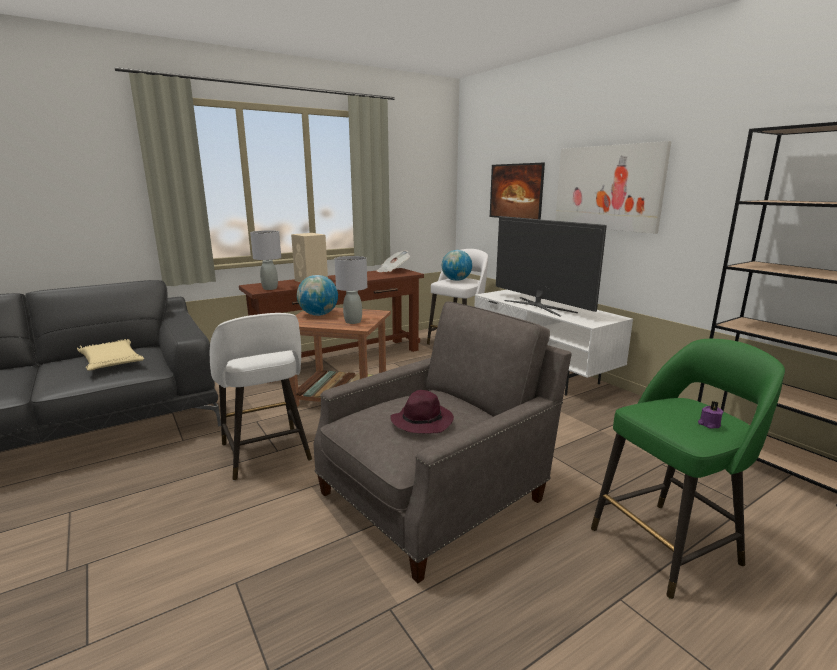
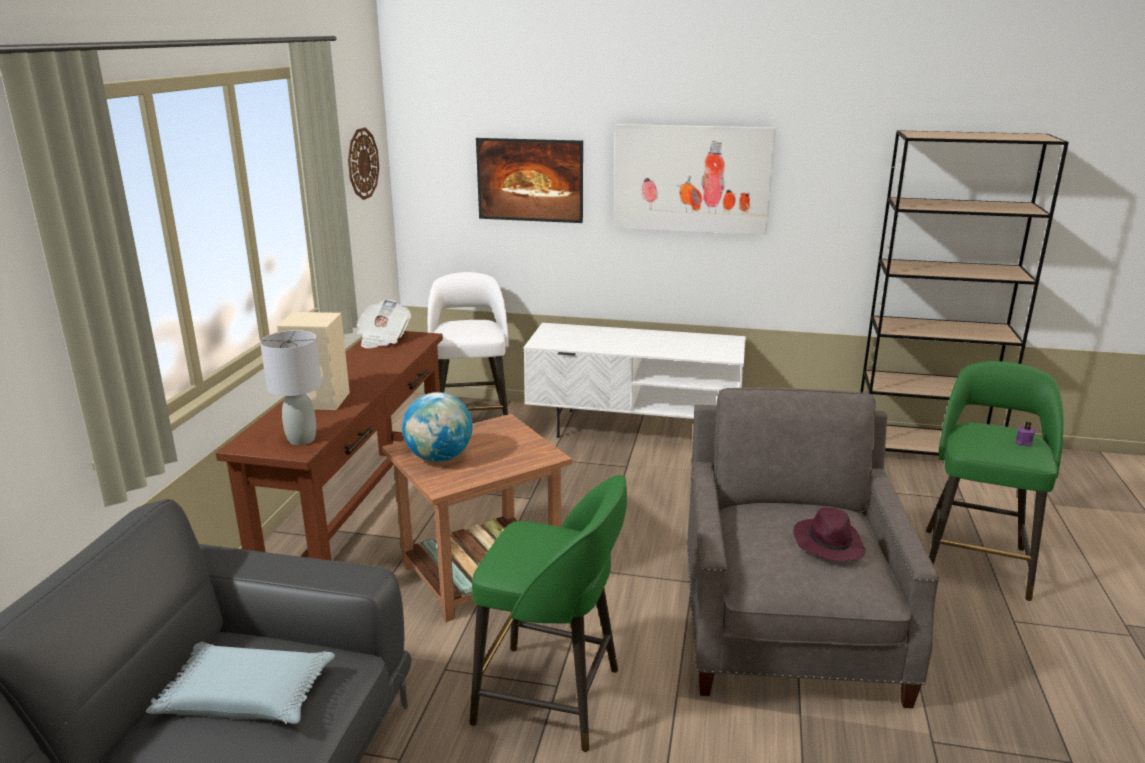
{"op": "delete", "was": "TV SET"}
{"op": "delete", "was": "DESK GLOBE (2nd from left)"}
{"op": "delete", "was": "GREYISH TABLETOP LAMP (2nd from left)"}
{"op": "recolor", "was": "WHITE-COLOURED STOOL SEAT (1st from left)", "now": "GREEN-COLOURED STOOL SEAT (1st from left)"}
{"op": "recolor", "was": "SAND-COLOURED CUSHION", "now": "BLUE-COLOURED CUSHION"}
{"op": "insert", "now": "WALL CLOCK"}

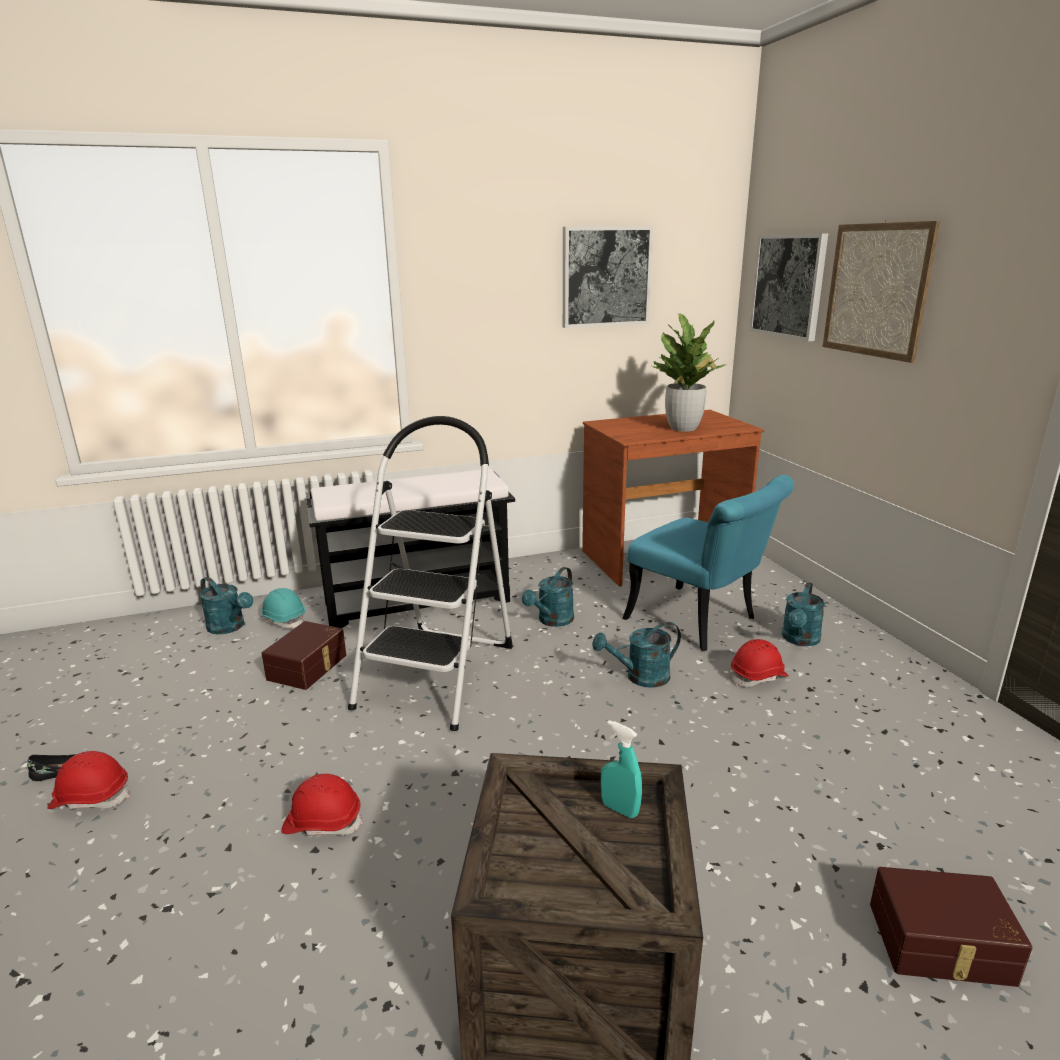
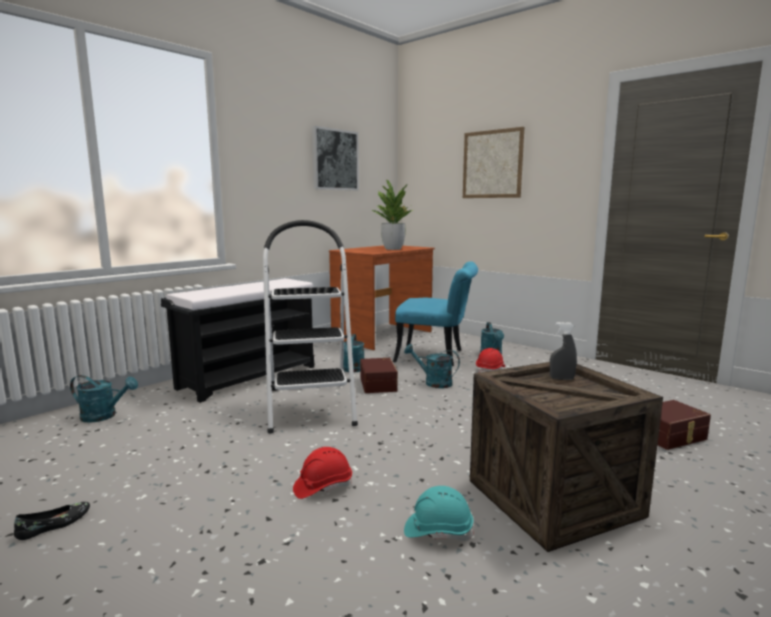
{"op": "delete", "was": "WALL ART (2nd from left)"}
{"op": "move", "was": "TURQUOISE-COLOURED SAFETY HELMET"}
{"op": "move", "was": "BROWNISH STORAGE BOX (1st from left)"}
{"op": "rotate", "was": "TURQUOISE-COLOURED WATERING POT (3rd from left)", "clockwise": 75}
{"op": "recolor", "was": "TURQUOISE-COLOURED SPRAYER", "now": "GREYISH SPRAYER"}
{"op": "delete", "was": "RED-COLOURED SAFETY HELMET (1st from left)"}

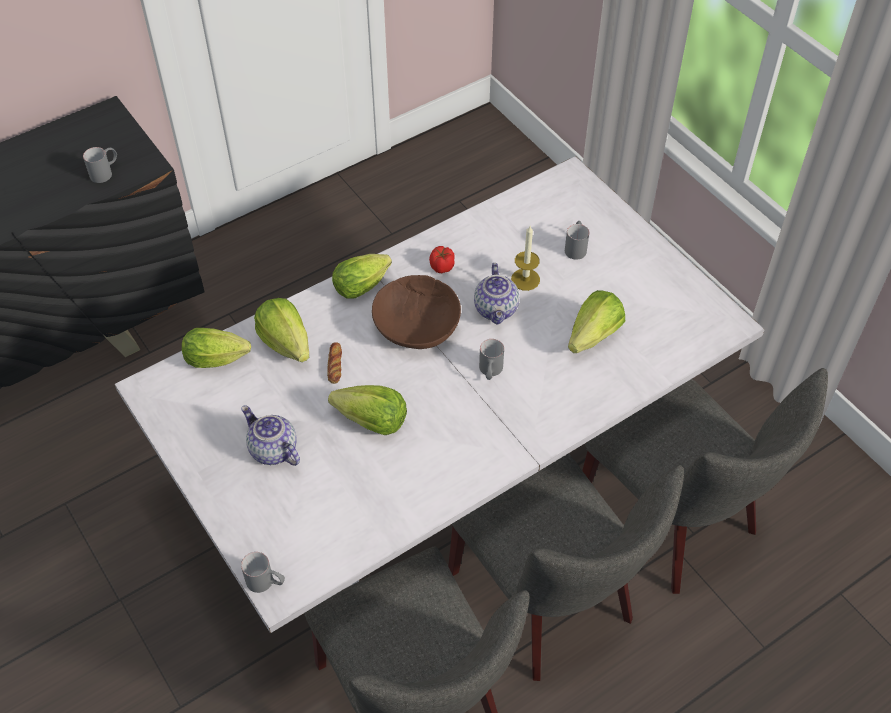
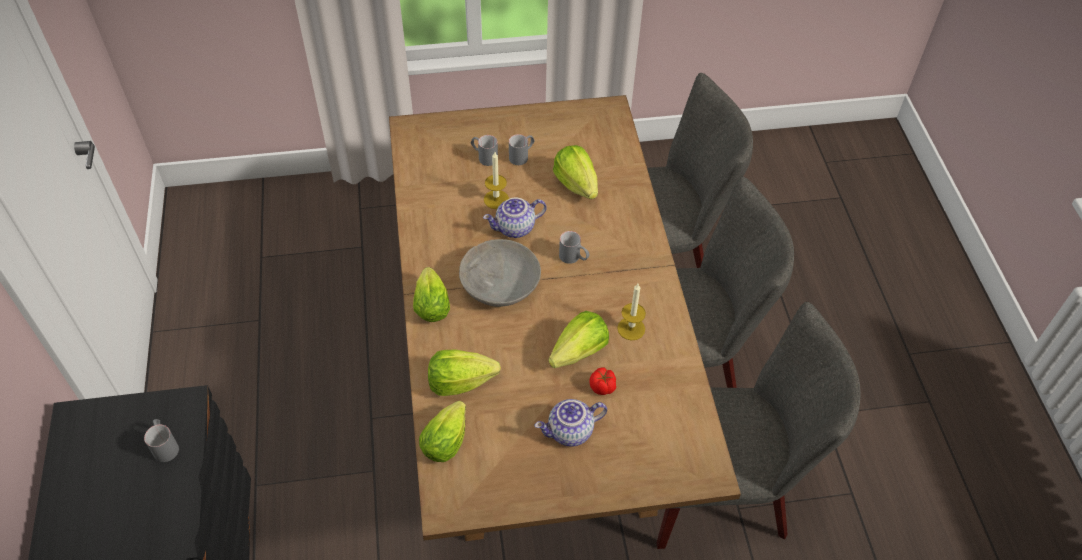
{"op": "recolor", "was": "WHITE-COLOURED KITCHEN TABLE", "now": "BROWNISH KITCHEN TABLE"}
{"op": "move", "was": "WHOLE TOMATO"}
{"op": "rotate", "was": "POT FOR TEA (2nd from left in the first image)", "clockwise": 135}
{"op": "recolor", "was": "BROWNISH SERVING BOWL", "now": "GREYISH SERVING BOWL"}
{"op": "delete", "was": "BAKED BREAD"}
{"op": "move", "was": "GREYISH TEA MUG (2nd from left in the first image)", "now": "GREYISH TEA MUG (3rd from left)"}
{"op": "insert", "now": "CANDLE (2nd from left)"}

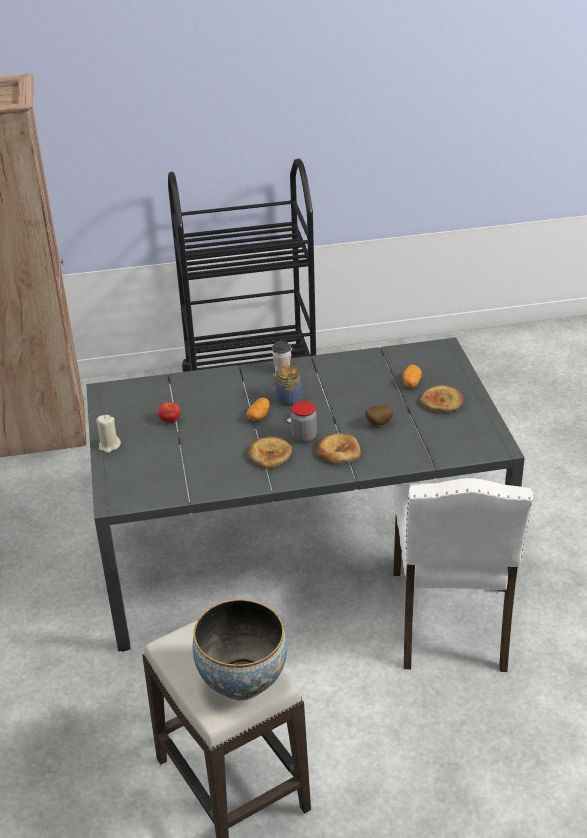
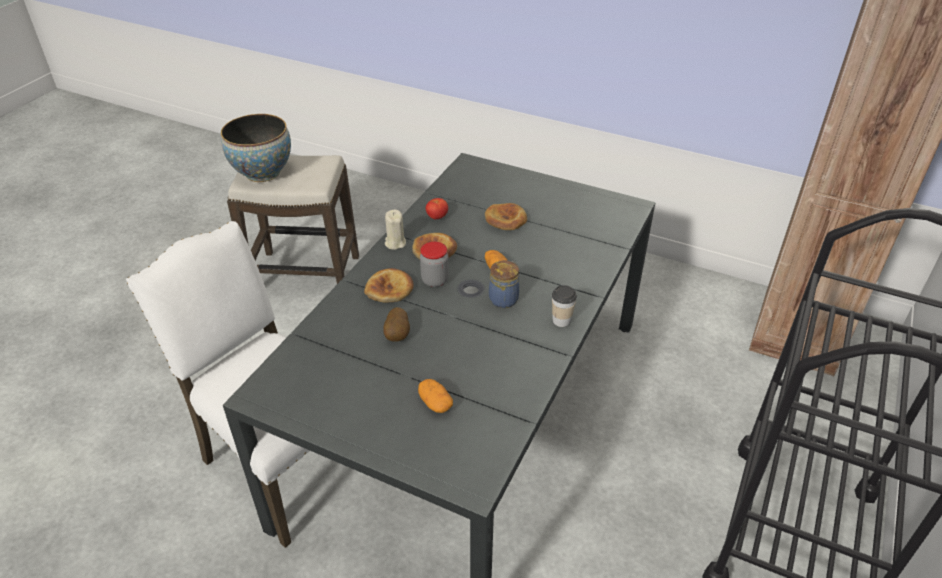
{"op": "move", "was": "BAKED BREAD (3rd from left)"}
{"op": "move", "was": "WHOLE TOMATO"}
{"op": "move", "was": "SAND-COLOURED CANDLE"}

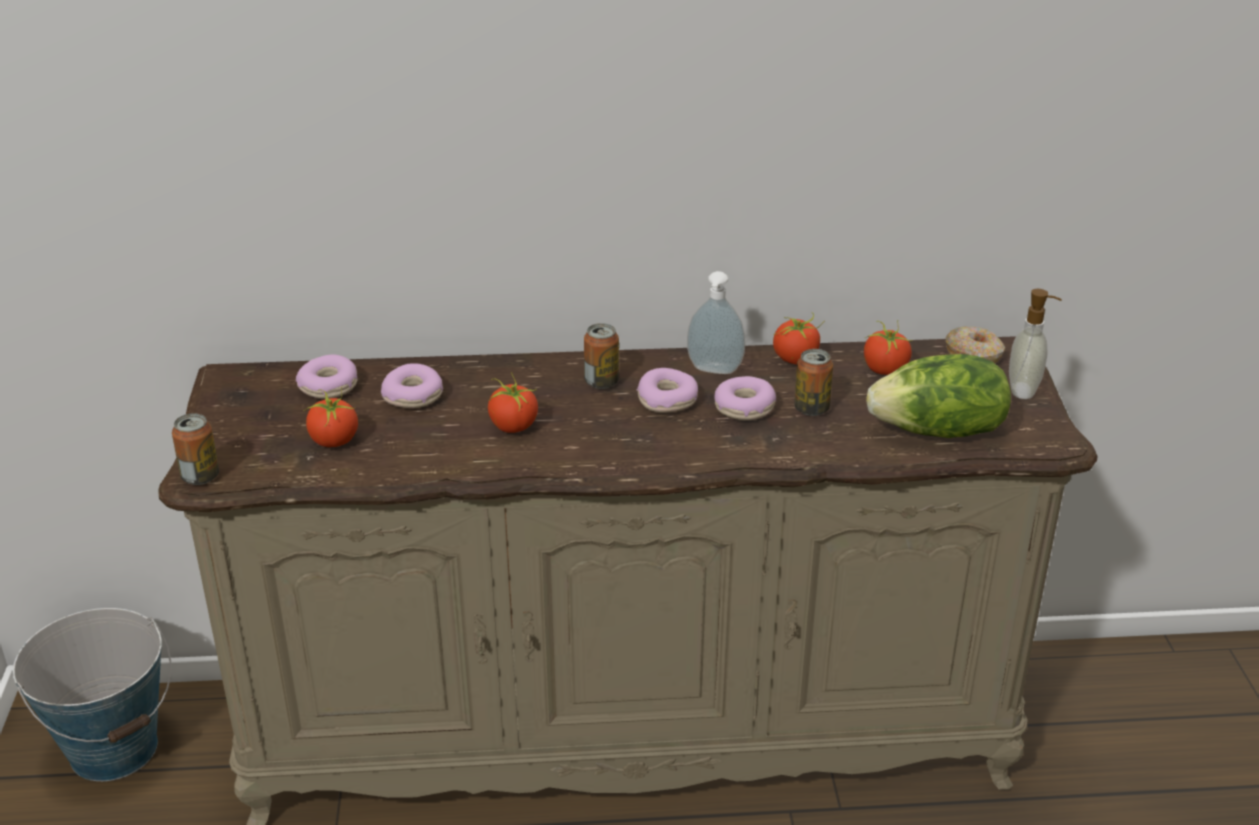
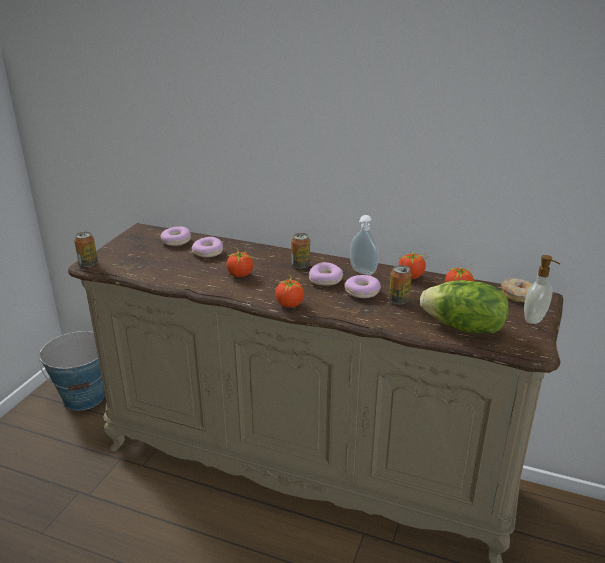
{"op": "move", "was": "WHOLE TOMATO (1st from left in the first image)", "now": "WHOLE TOMATO (2nd from left)"}

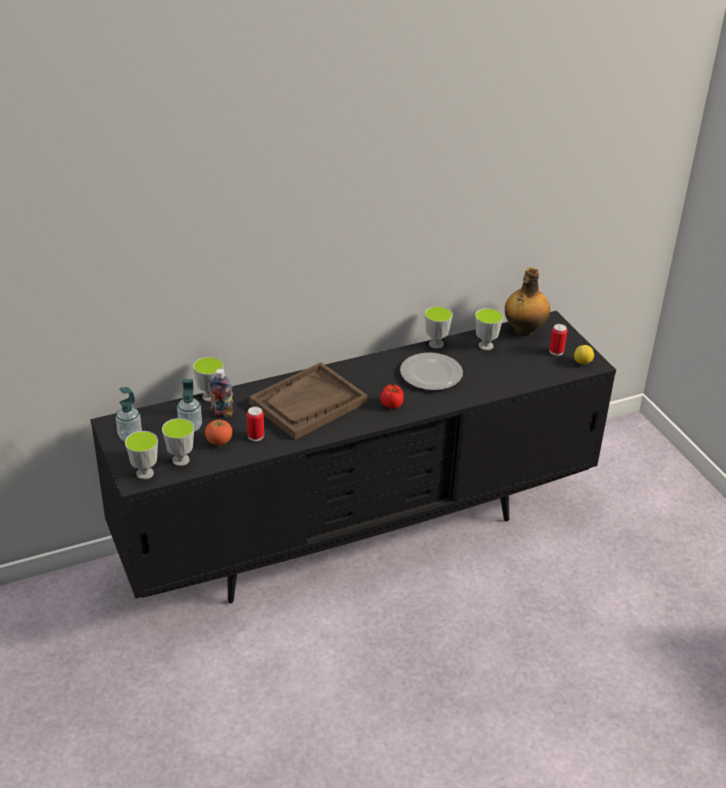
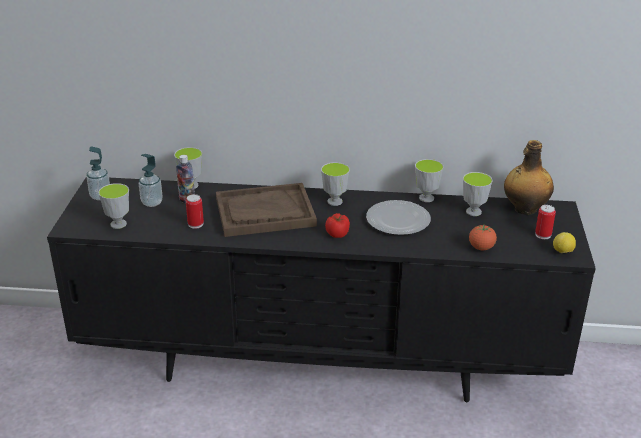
{"op": "move", "was": "WHOLE TOMATO (1st from left in the first image)", "now": "WHOLE TOMATO (2nd from left)"}
{"op": "move", "was": "CUP (1st from left in the first image)", "now": "CUP (3rd from left)"}

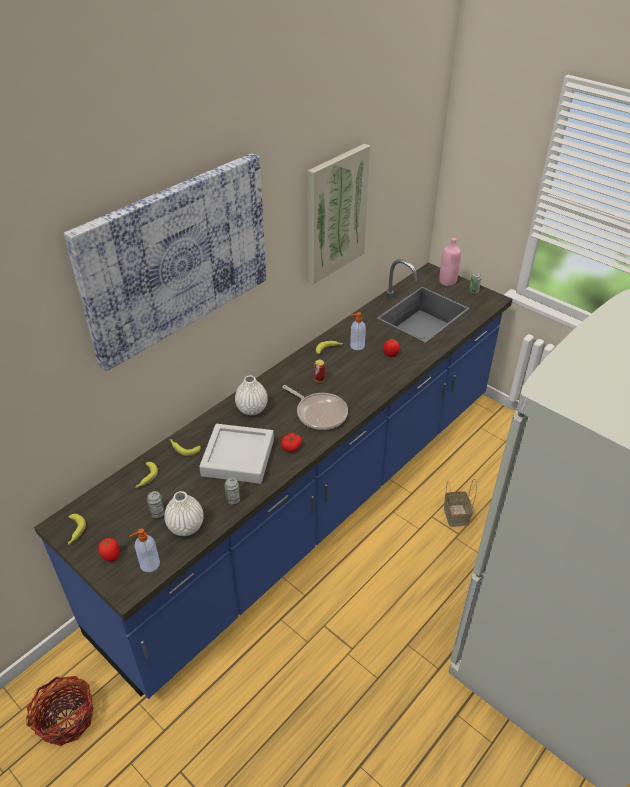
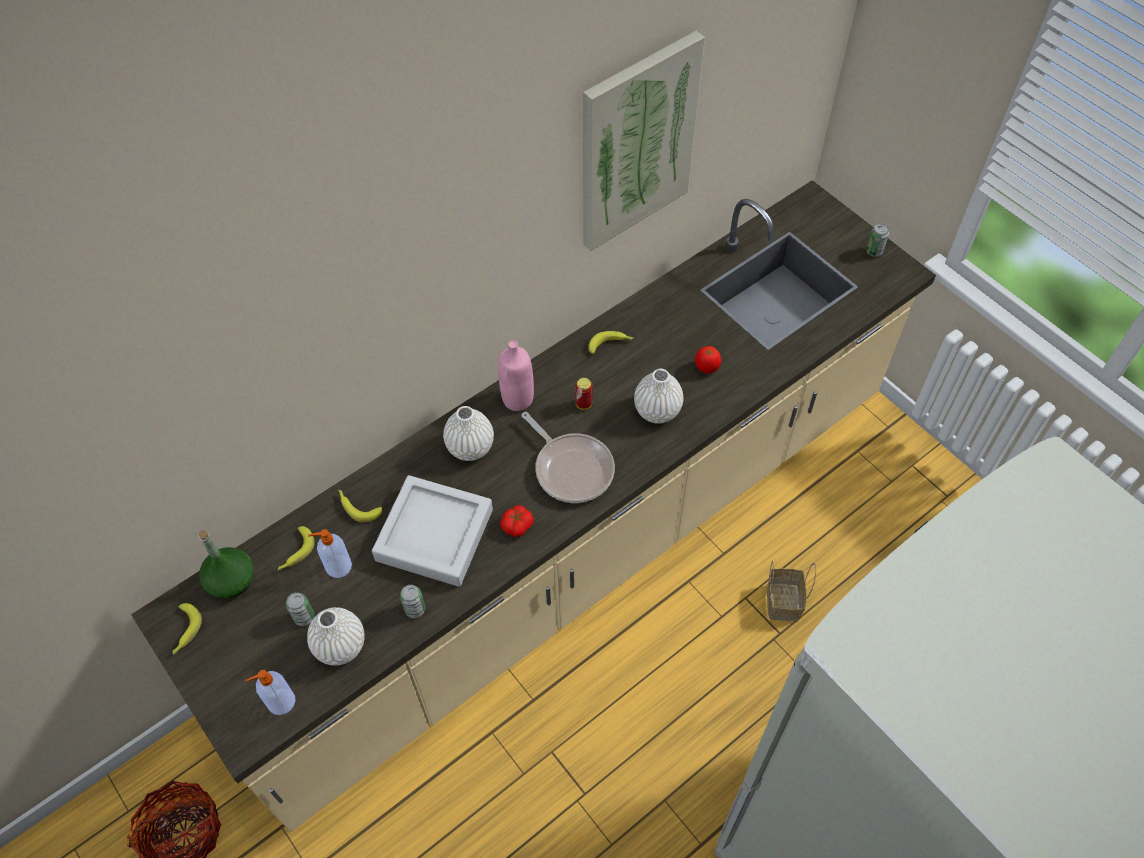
{"op": "delete", "was": "WALL ART (1st from left)"}
{"op": "move", "was": "PINK-COLOURED DRINK BOTTLE"}
{"op": "recolor", "was": "BLUE-COLOURED KITCHEN COUNTER", "now": "SAND-COLOURED KITCHEN COUNTER"}
{"op": "move", "was": "SOAP BOTTLE (2nd from left)"}
{"op": "delete", "was": "WHOLE TOMATO (1st from left)"}
{"op": "insert", "now": "WHITE-COLOURED VASE (3rd from left)"}
{"op": "insert", "now": "GREEN-COLOURED DRINK BOTTLE"}

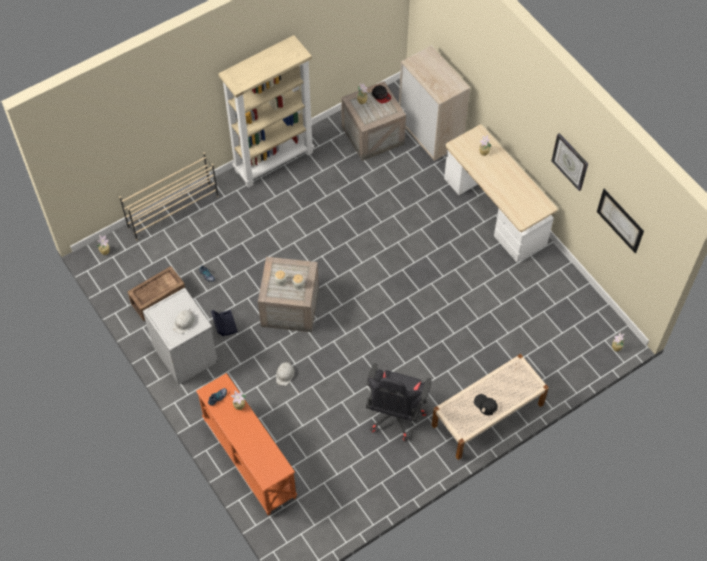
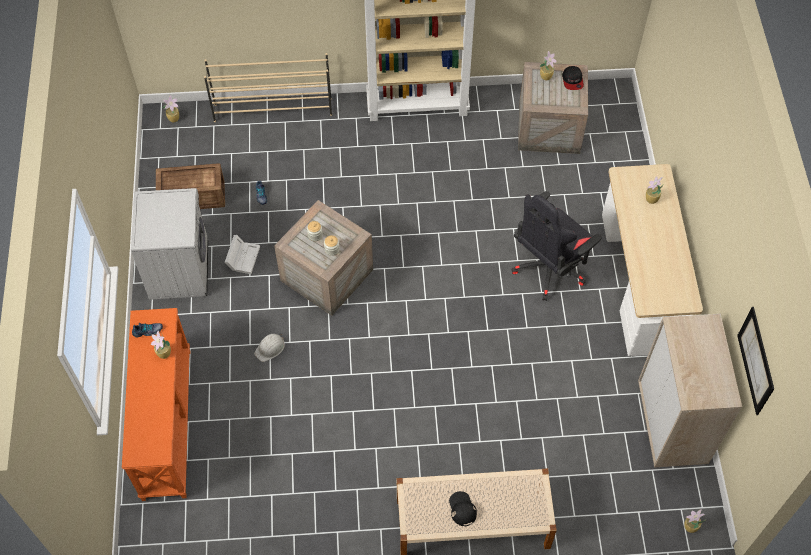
{"op": "move", "was": "SAND-COLOURED CABINET"}
{"op": "delete", "was": "WALL CLOCK"}
{"op": "delete", "was": "WHITE-COLOURED SAFETY HELMET (1st from left)"}
{"op": "recolor", "was": "BLACKISH STORAGE BOX", "now": "WHITE-COLOURED STORAGE BOX"}
{"op": "move", "was": "BLACKISH OFFICE CHAIR"}

